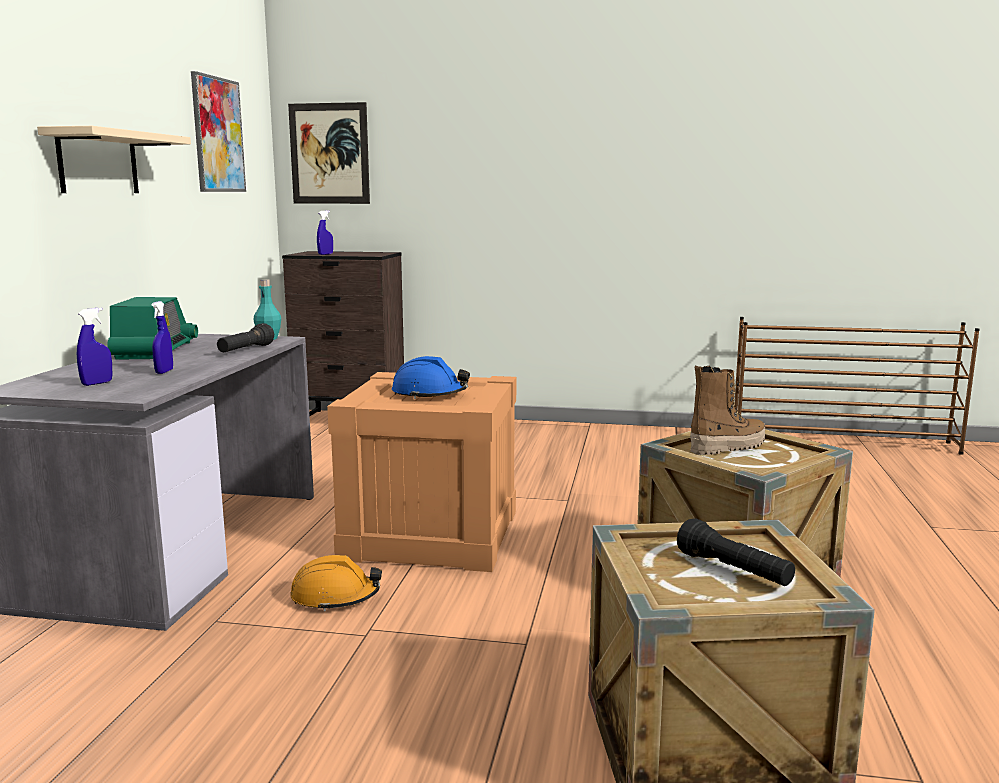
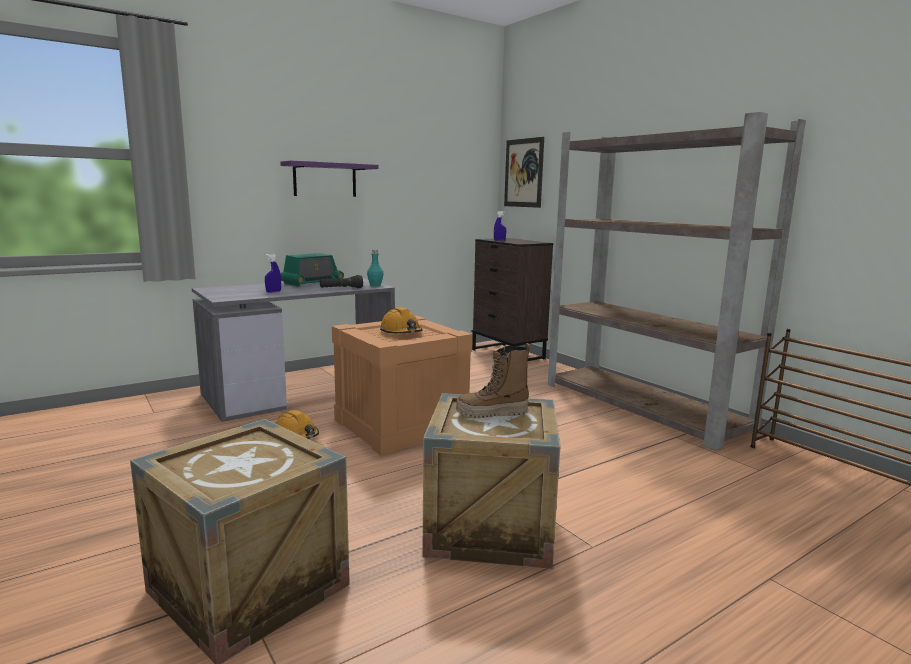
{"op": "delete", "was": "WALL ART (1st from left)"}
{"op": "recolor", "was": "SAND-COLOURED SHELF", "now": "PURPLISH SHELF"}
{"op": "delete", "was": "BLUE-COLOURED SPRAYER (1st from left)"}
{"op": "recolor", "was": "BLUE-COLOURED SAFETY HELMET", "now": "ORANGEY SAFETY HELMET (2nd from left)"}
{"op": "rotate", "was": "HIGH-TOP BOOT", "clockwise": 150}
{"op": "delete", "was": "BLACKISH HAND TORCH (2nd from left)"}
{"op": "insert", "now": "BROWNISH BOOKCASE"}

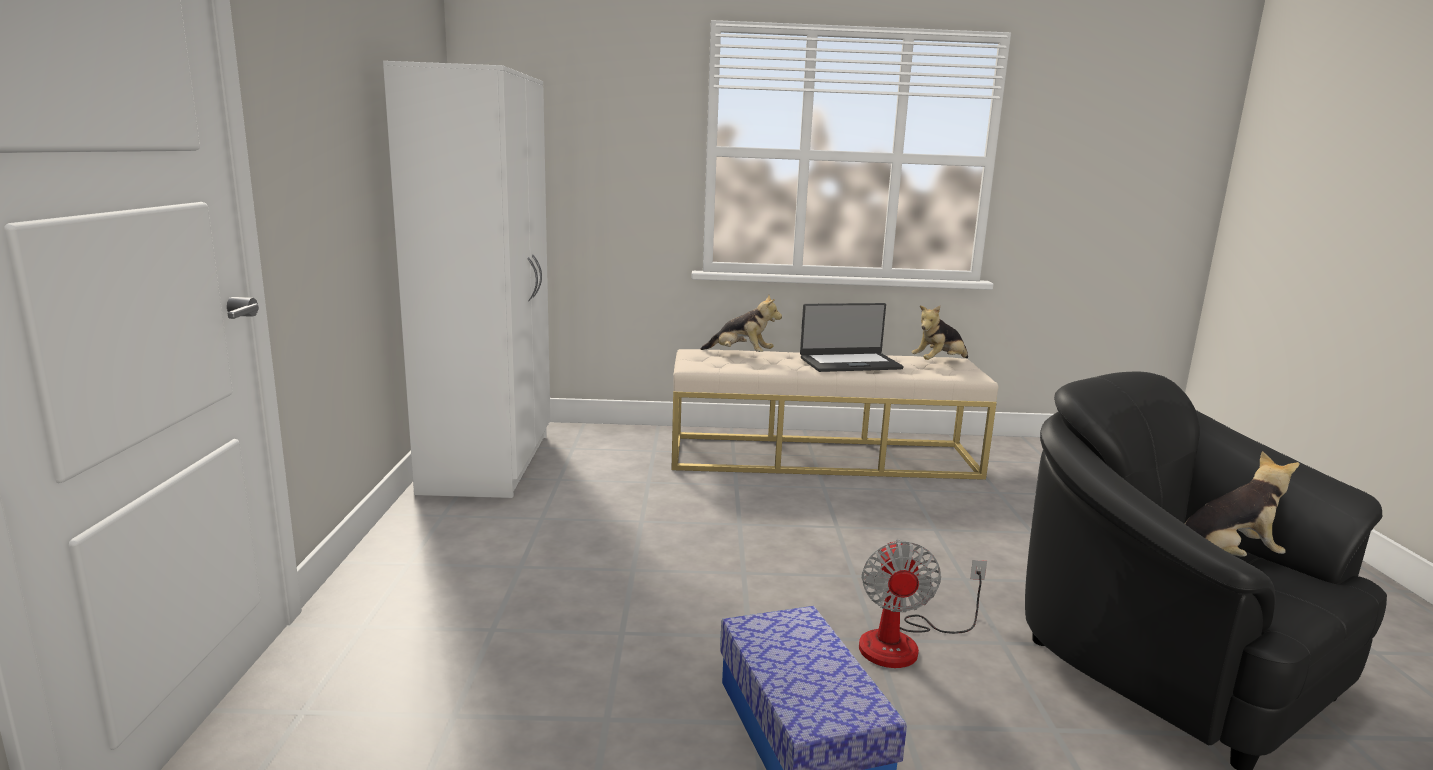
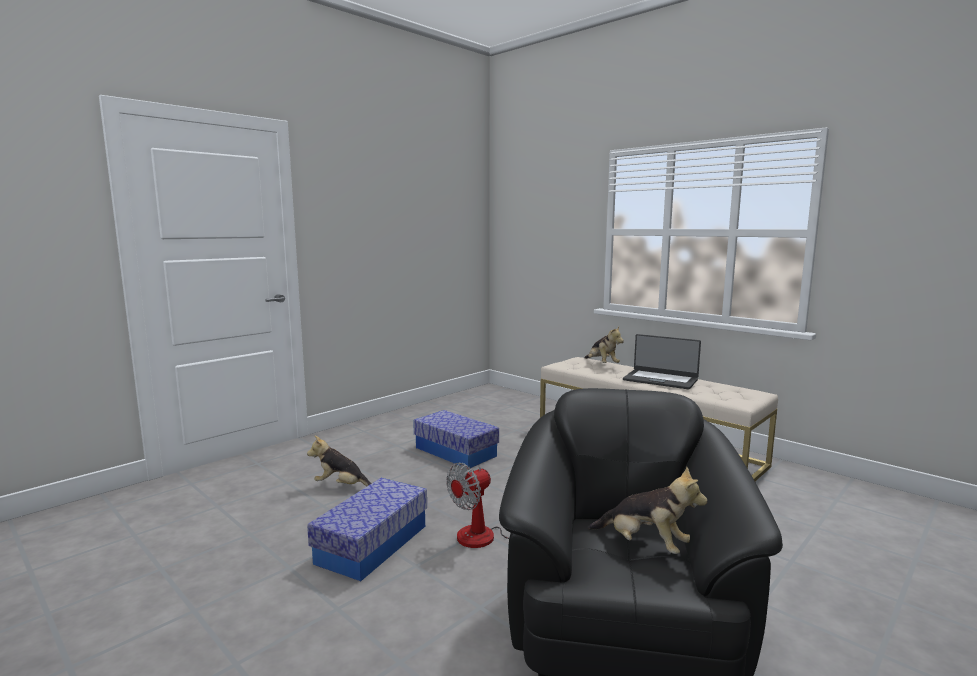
{"op": "delete", "was": "WHITE-COLOURED CLOTHES CUPBOARD"}
{"op": "move", "was": "SOFT TOY (2nd from left in the first image)", "now": "SOFT TOY (1st from left)"}
{"op": "insert", "now": "STORAGE BOX (2nd from left)"}

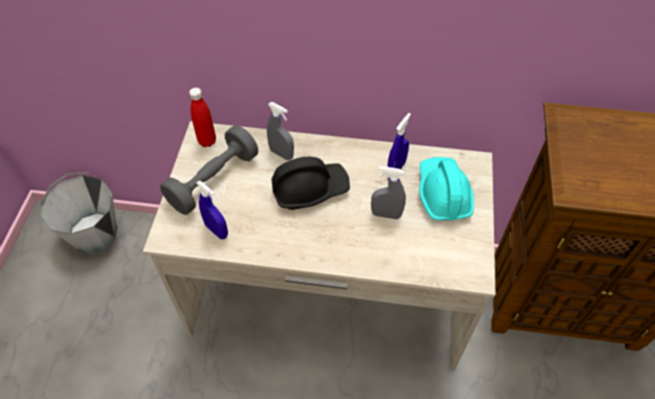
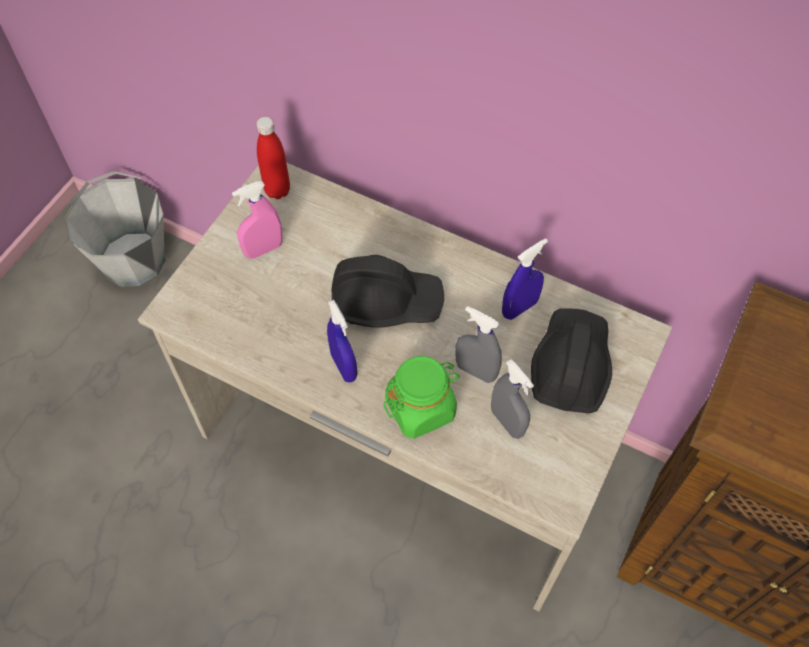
{"op": "move", "was": "GREYISH SPRAYER (1st from left in the first image)", "now": "GREYISH SPRAYER (2nd from left)"}
{"op": "replace", "was": "GREYISH HAND WEIGHT", "now": "PINK-COLOURED SPRAYER"}
{"op": "recolor", "was": "TURQUOISE-COLOURED SAFETY HELMET", "now": "BLACKISH SAFETY HELMET (2nd from left)"}
{"op": "move", "was": "BLUE-COLOURED SPRAYER (1st from left)"}
{"op": "insert", "now": "GREEN-COLOURED JAR"}

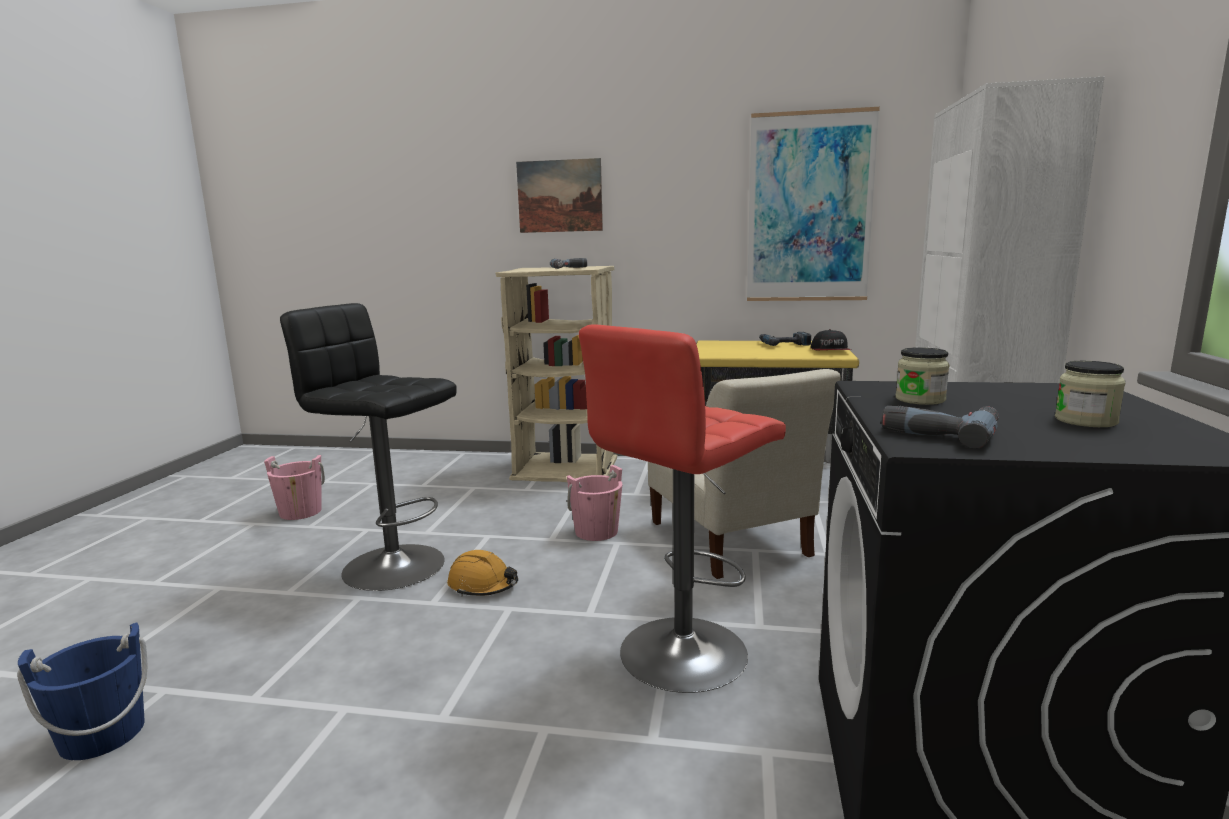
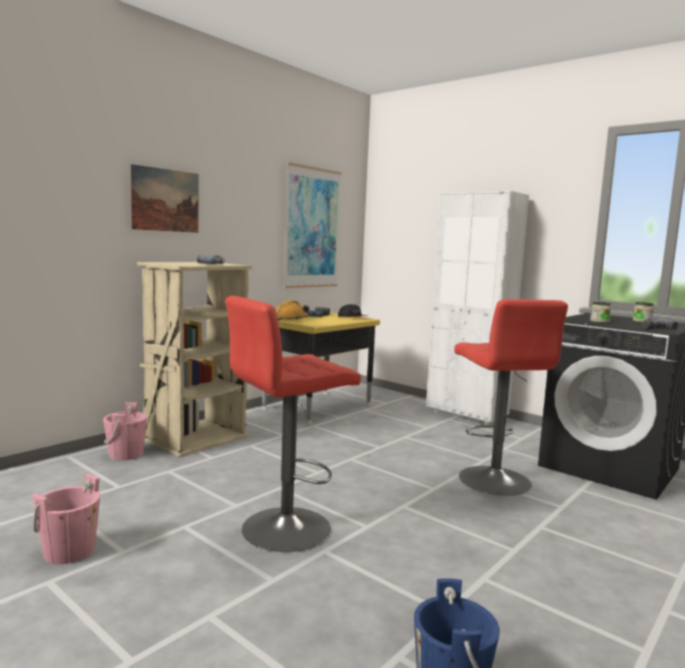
{"op": "recolor", "was": "BLACKISH STOOL SEAT", "now": "RED-COLOURED STOOL SEAT (1st from left)"}
{"op": "delete", "was": "SAND-COLOURED PLAIN CHAIR"}
{"op": "move", "was": "PINK-COLOURED PAIL (2nd from left)"}
{"op": "move", "was": "ORANGEY SAFETY HELMET"}

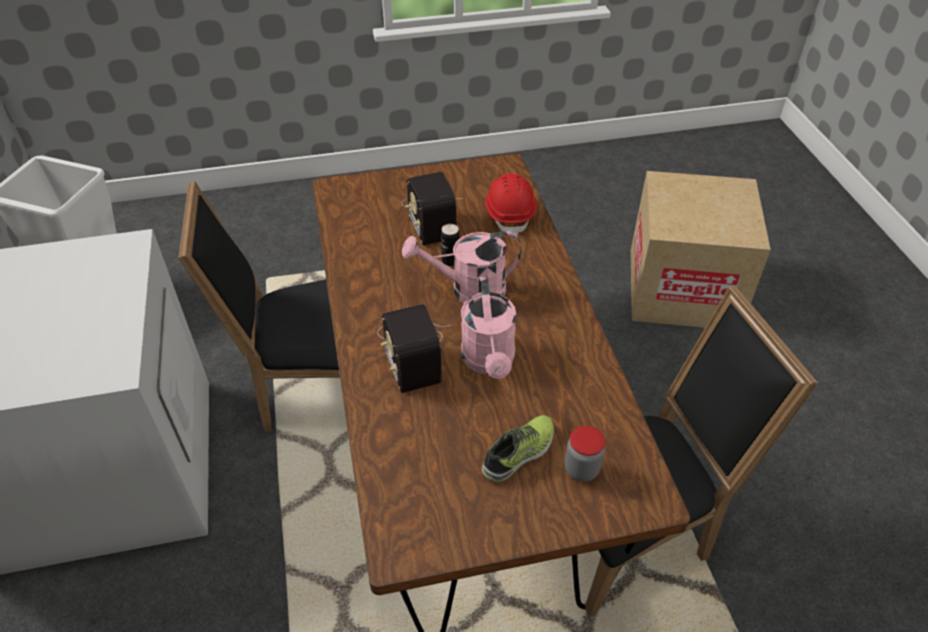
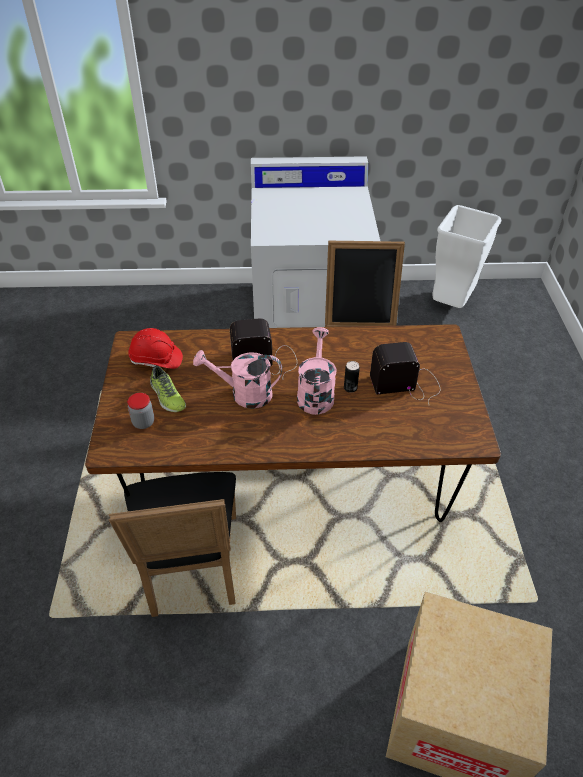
{"op": "move", "was": "RED-COLOURED SAFETY HELMET"}

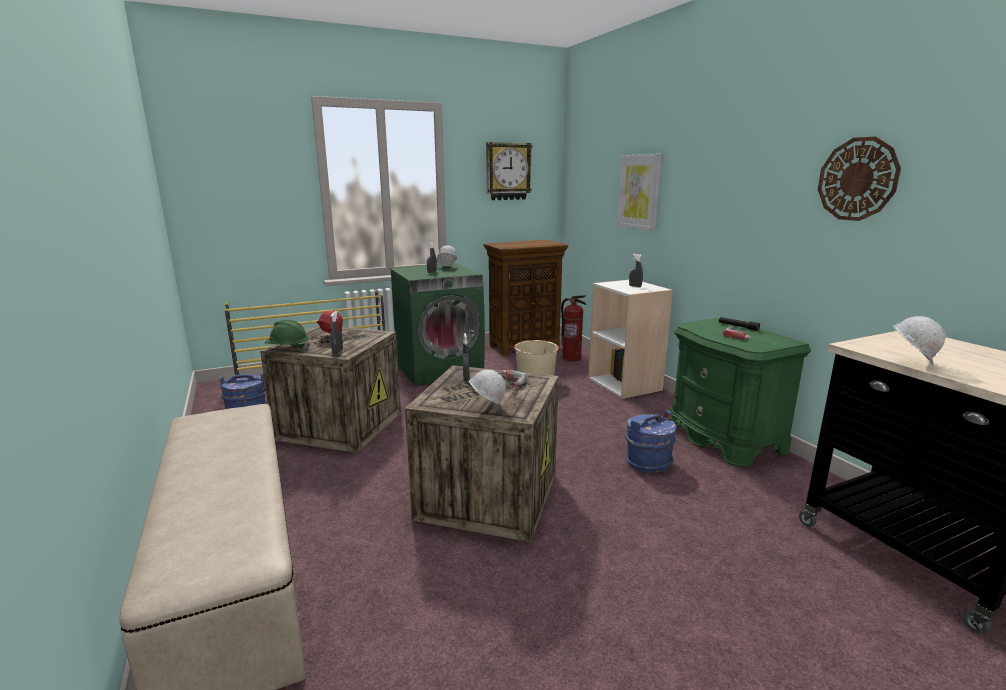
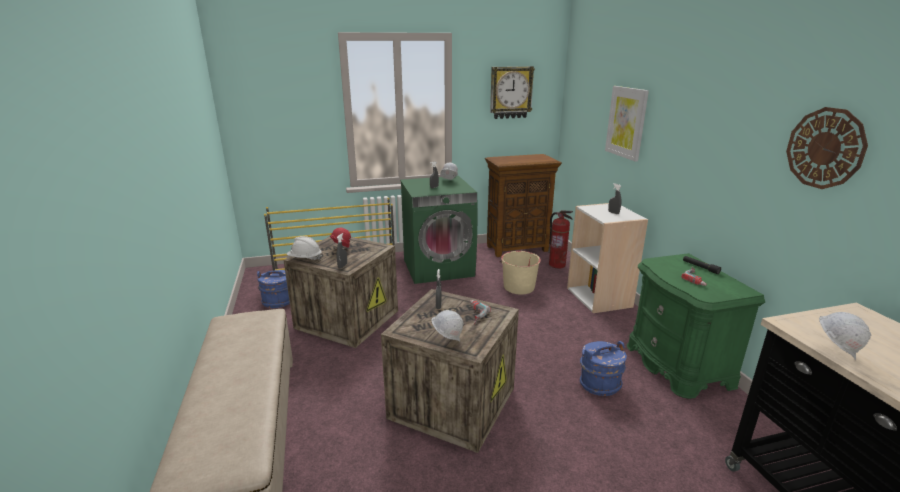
{"op": "recolor", "was": "GREEN-COLOURED SAFETY HELMET", "now": "WHITE-COLOURED SAFETY HELMET (1st from left)"}

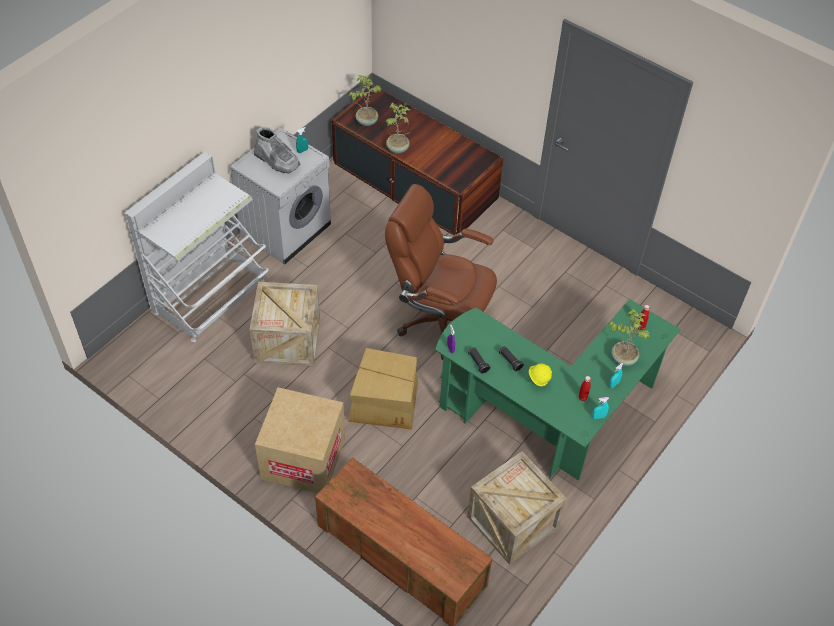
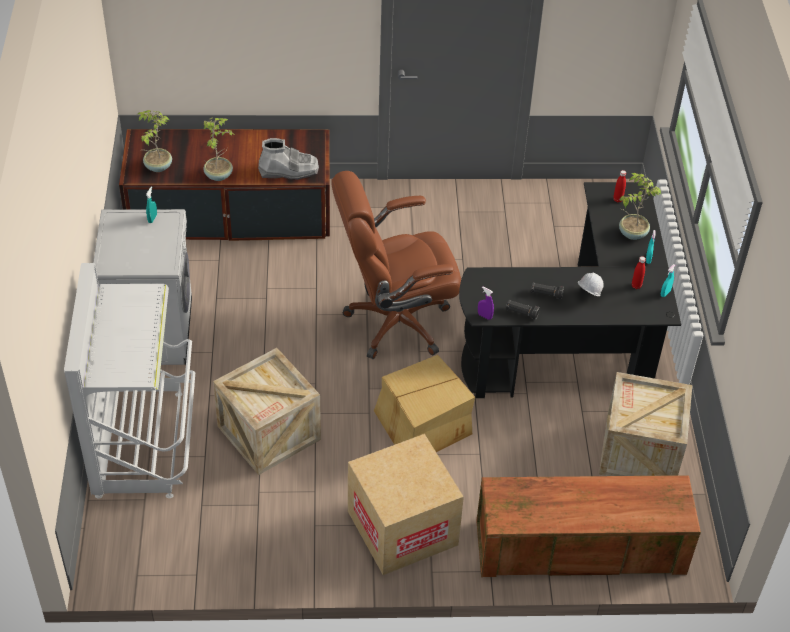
{"op": "move", "was": "GREYISH HIGH-TOP BOOT"}
{"op": "recolor", "was": "GREEN-COLOURED DESK TABLE", "now": "BLACKISH DESK TABLE"}
{"op": "recolor", "was": "YELLOWISH SAFETY HELMET", "now": "WHITE-COLOURED SAFETY HELMET"}

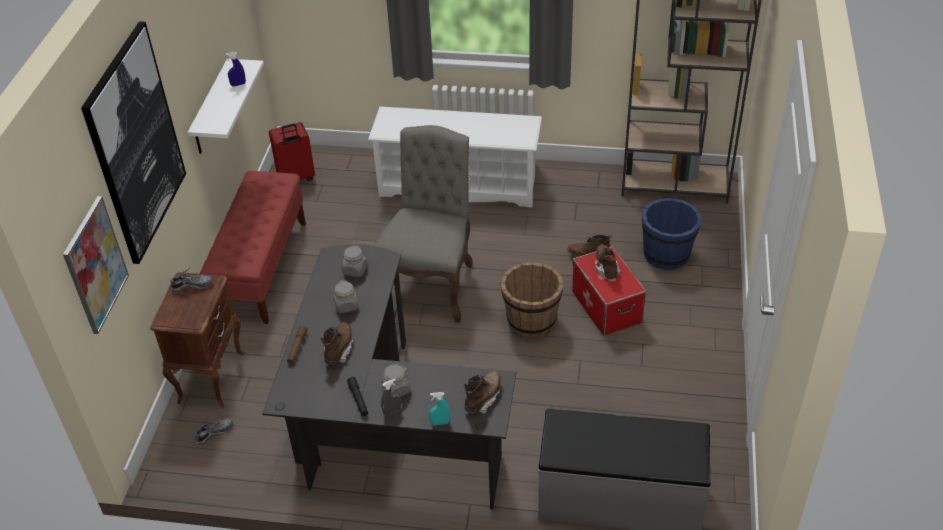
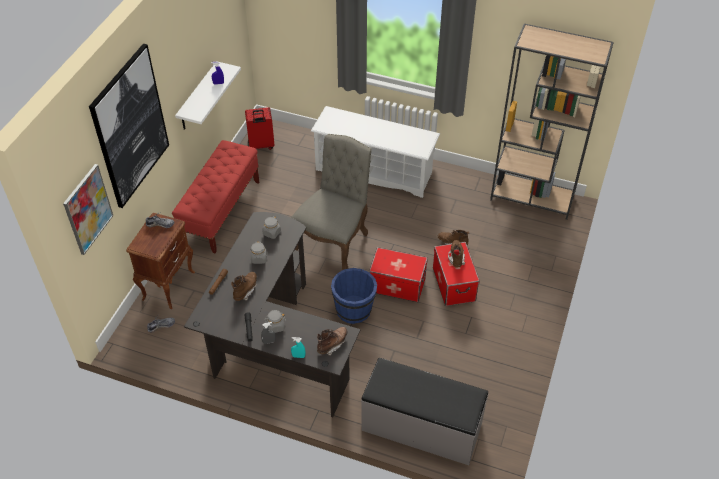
{"op": "move", "was": "BLUE-COLOURED PAIL"}
{"op": "replace", "was": "BROWNISH PAIL", "now": "STORAGE BOX (1st from left)"}

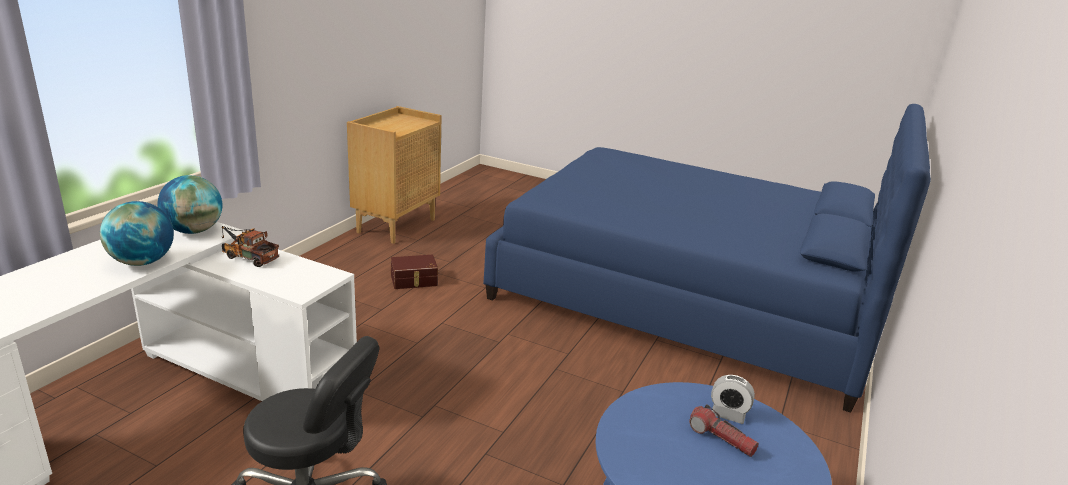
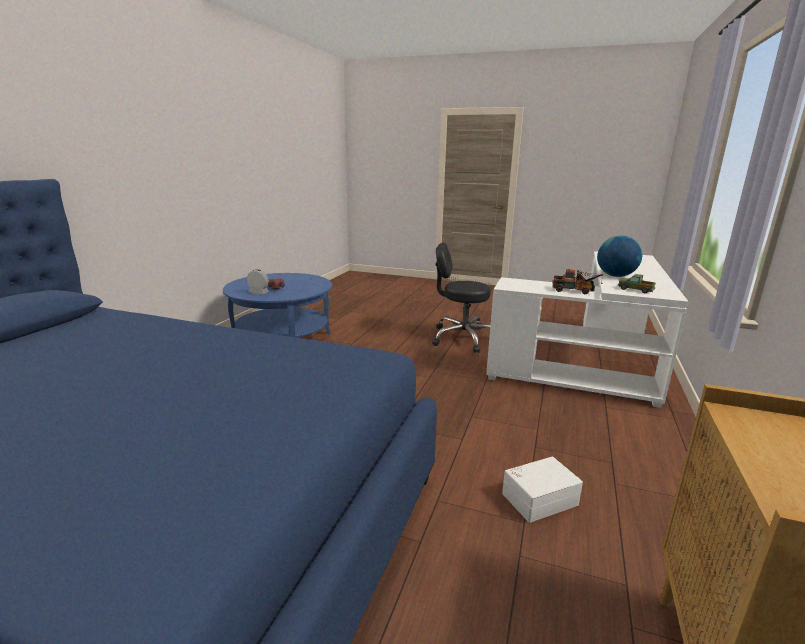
{"op": "replace", "was": "DESK GLOBE (2nd from left)", "now": "TOY TRUCK (2nd from left)"}
{"op": "recolor", "was": "BROWNISH STORAGE BOX", "now": "WHITE-COLOURED STORAGE BOX"}

